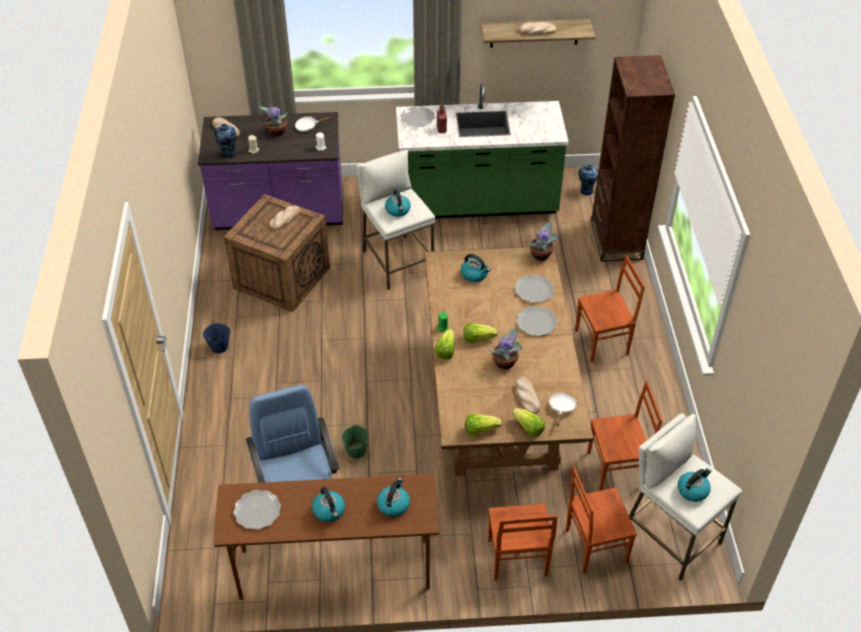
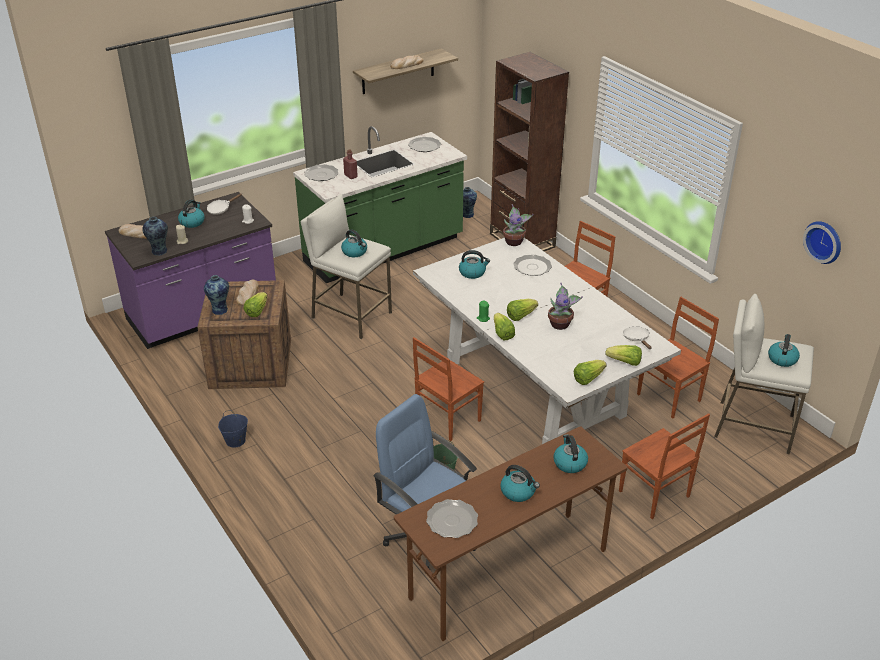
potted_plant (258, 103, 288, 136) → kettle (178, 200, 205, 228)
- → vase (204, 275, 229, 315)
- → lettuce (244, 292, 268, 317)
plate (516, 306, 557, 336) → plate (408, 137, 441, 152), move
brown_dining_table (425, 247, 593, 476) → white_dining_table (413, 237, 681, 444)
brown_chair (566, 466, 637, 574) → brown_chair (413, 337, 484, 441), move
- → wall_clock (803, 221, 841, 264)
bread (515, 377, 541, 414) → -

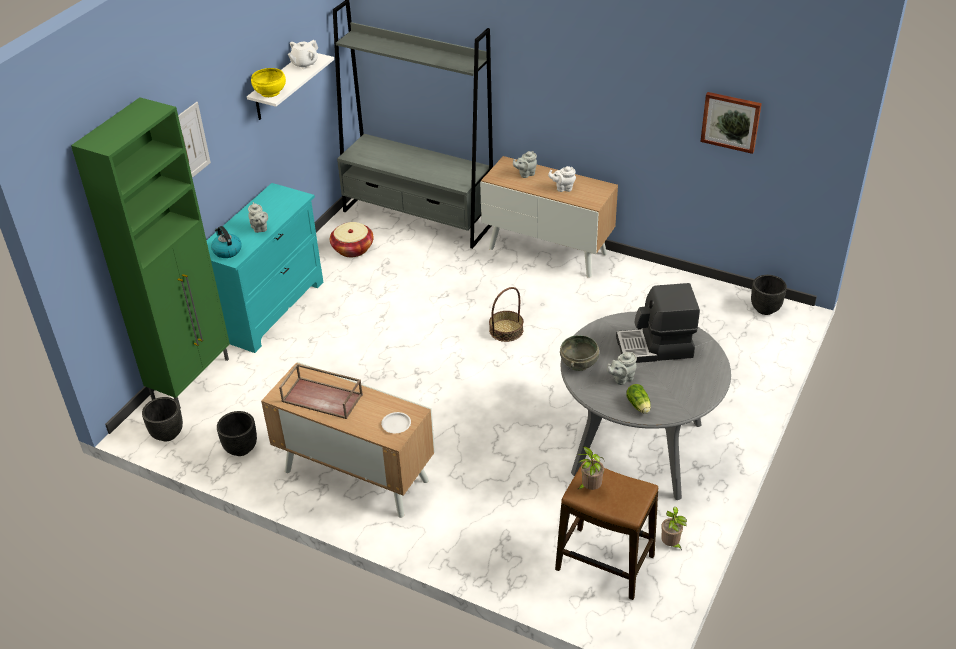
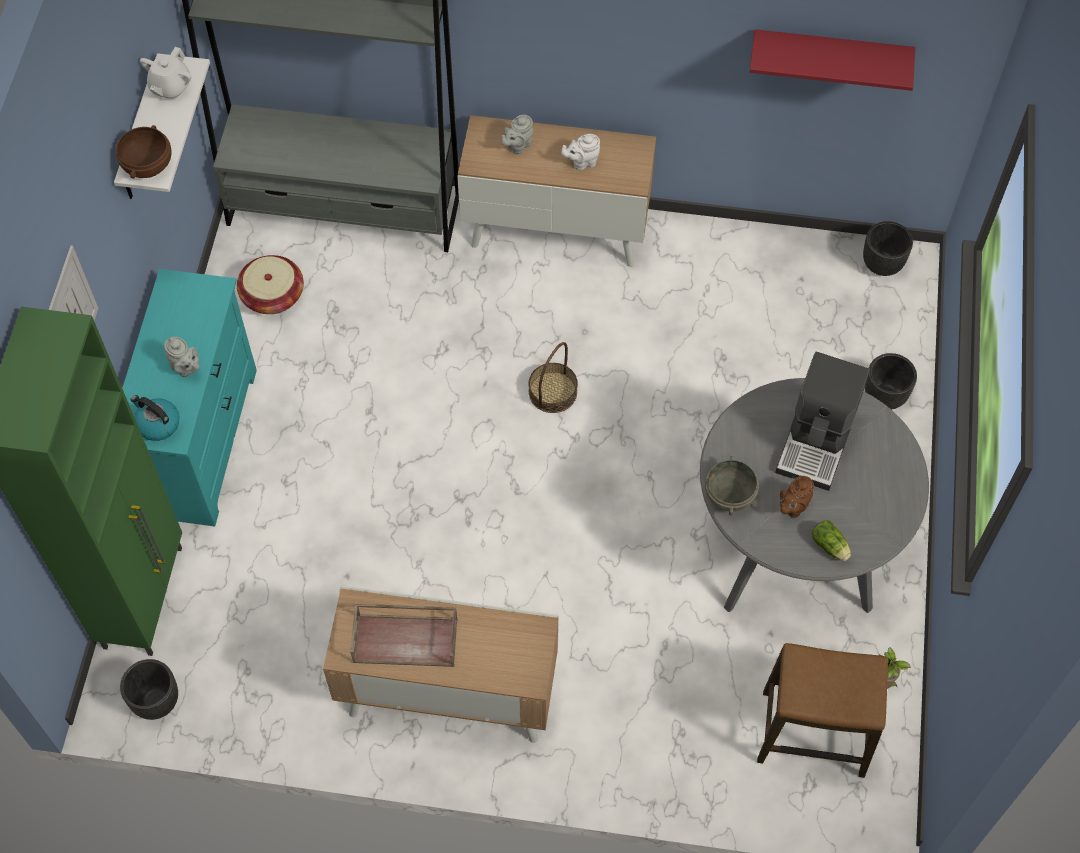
yellow_bowl (251, 68, 286, 97) → brown_bowl (116, 125, 172, 179)
picture (700, 92, 762, 154) → red_shelf (750, 29, 915, 91)
coffee_machine (616, 283, 700, 363) → coffee_machine (775, 352, 870, 491), 45 degrees counterclockwise
grey_teapot (607, 352, 637, 385) → brown_teapot (780, 476, 814, 518)
black_planter (217, 411, 257, 456) → black_planter (865, 353, 917, 410), move
white_plate (381, 412, 411, 433) → -
potted_plant (577, 446, 604, 490) → -

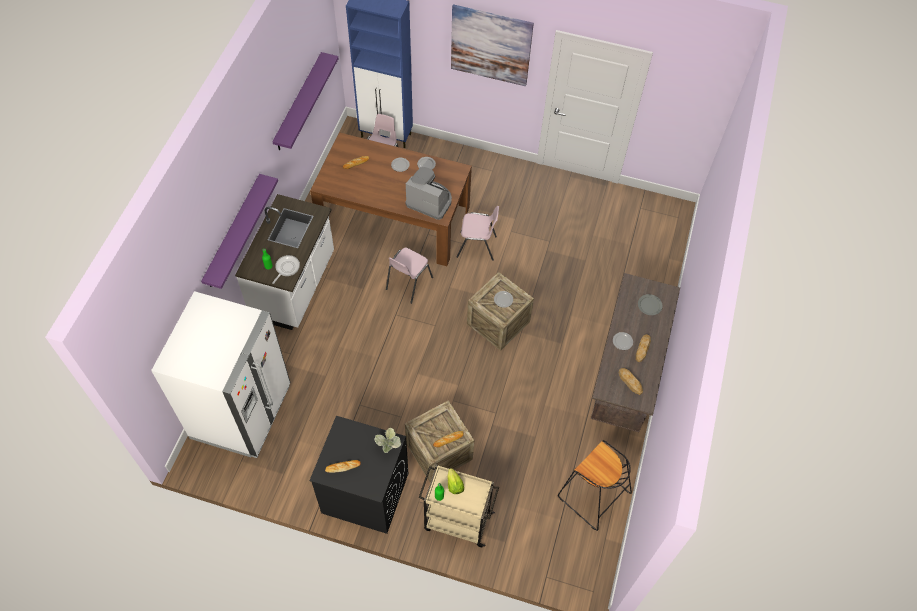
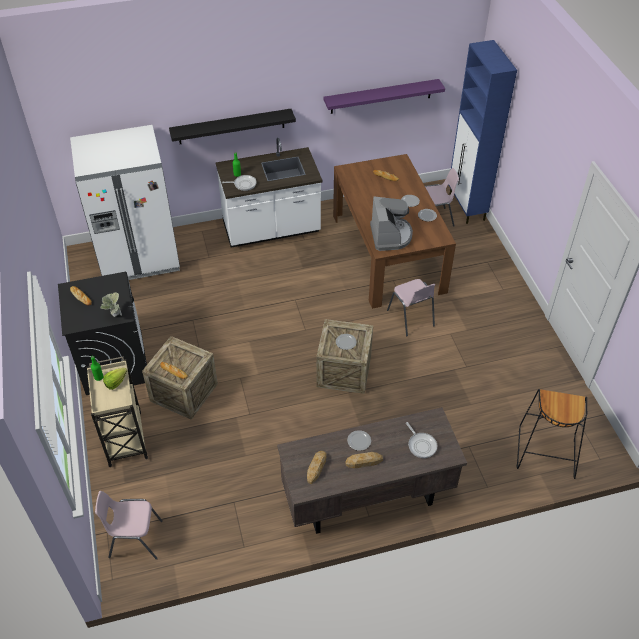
pink_chair (386, 248, 433, 304) → pink_chair (95, 491, 163, 560), move
purple_shelf (201, 174, 278, 289) → black_shelf (169, 109, 296, 144)
grey_plate (638, 294, 663, 315) → frying_pan (406, 422, 437, 458)
black_stool (558, 440, 632, 531) → black_stool (517, 389, 587, 479), move
picture (451, 4, 534, 86) → -

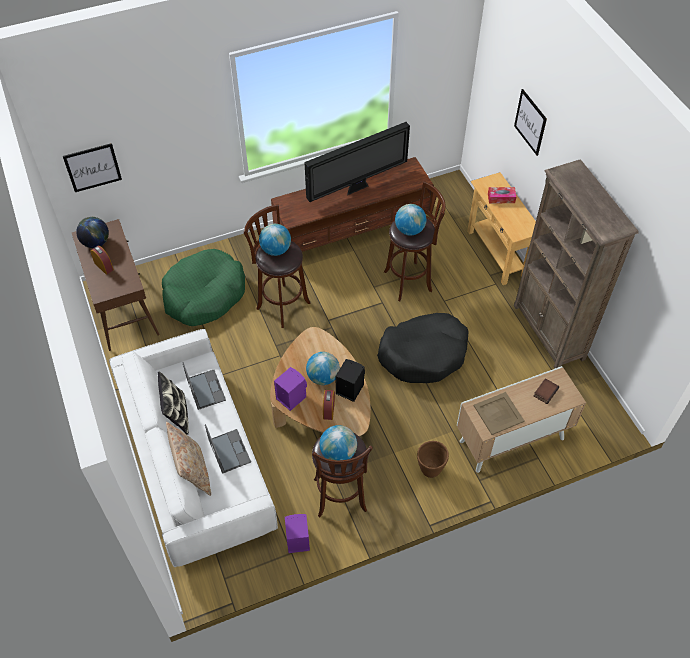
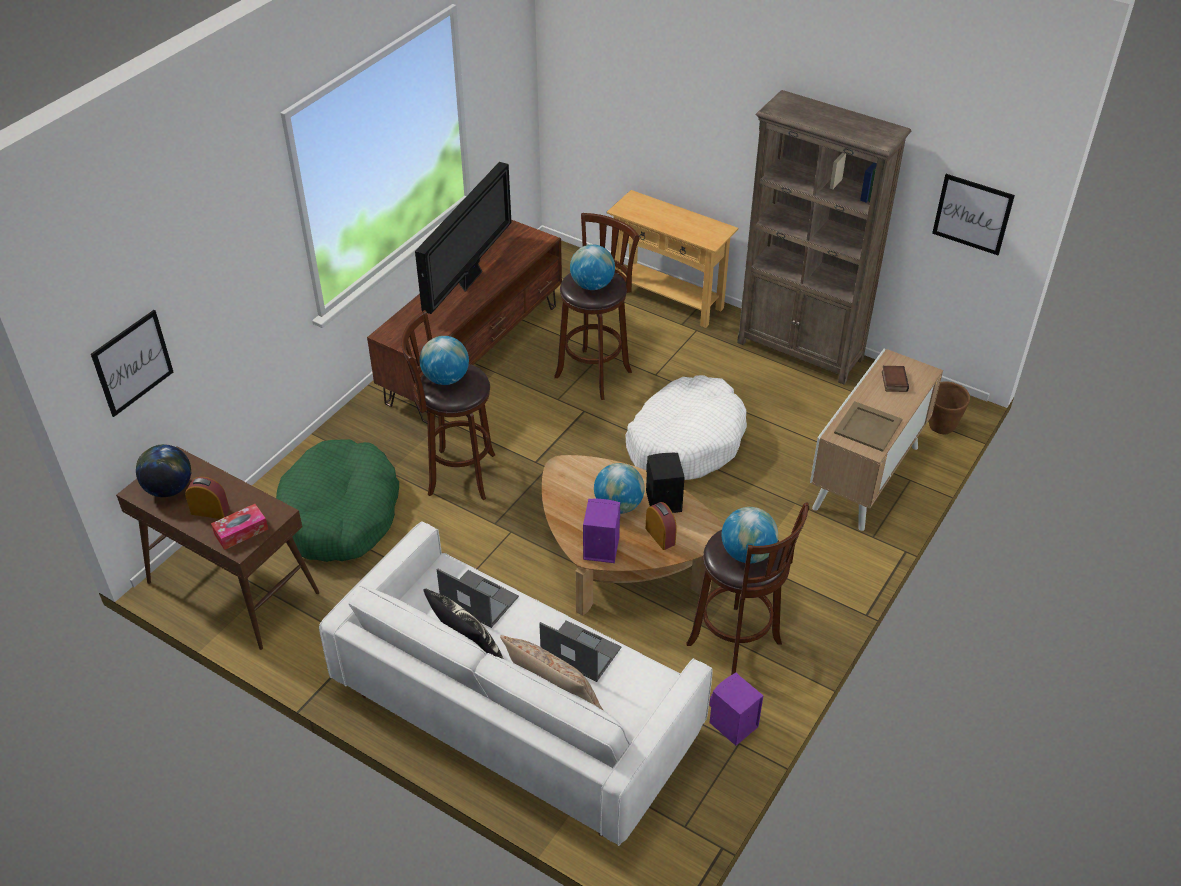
tissue_box (488, 187, 516, 203) → tissue_box (211, 504, 268, 550), move
black_dog_bed (377, 313, 468, 383) → white_dog_bed (625, 375, 747, 480)
brown_planter (417, 441, 449, 478) → brown_planter (928, 381, 970, 434), move
picture (514, 89, 547, 156) → picture (932, 174, 1015, 255), move

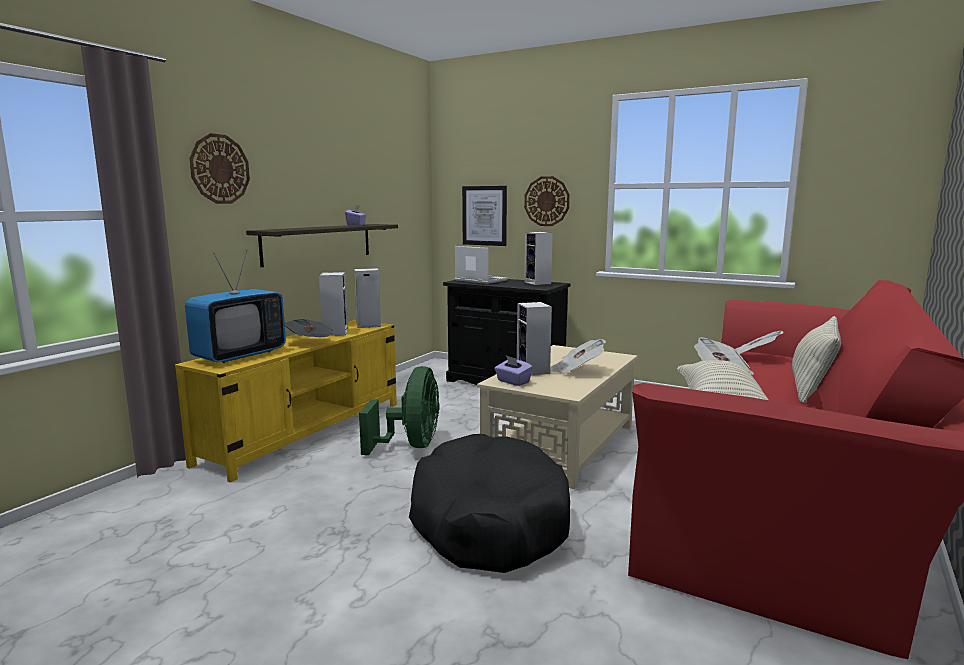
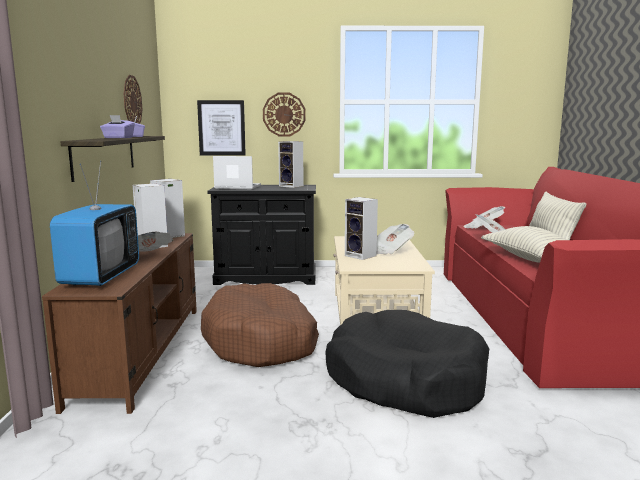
yellow_tv_stand (175, 320, 397, 482) → brown_tv_stand (42, 233, 197, 414)
purple_tissue_box (494, 356, 533, 386) → purple_tissue_box (100, 115, 135, 138), move
wall_clock (189, 133, 250, 204) → wall_clock (124, 75, 142, 124), move
green_fan (359, 366, 439, 455) → brown_dog_bed (201, 283, 319, 367)

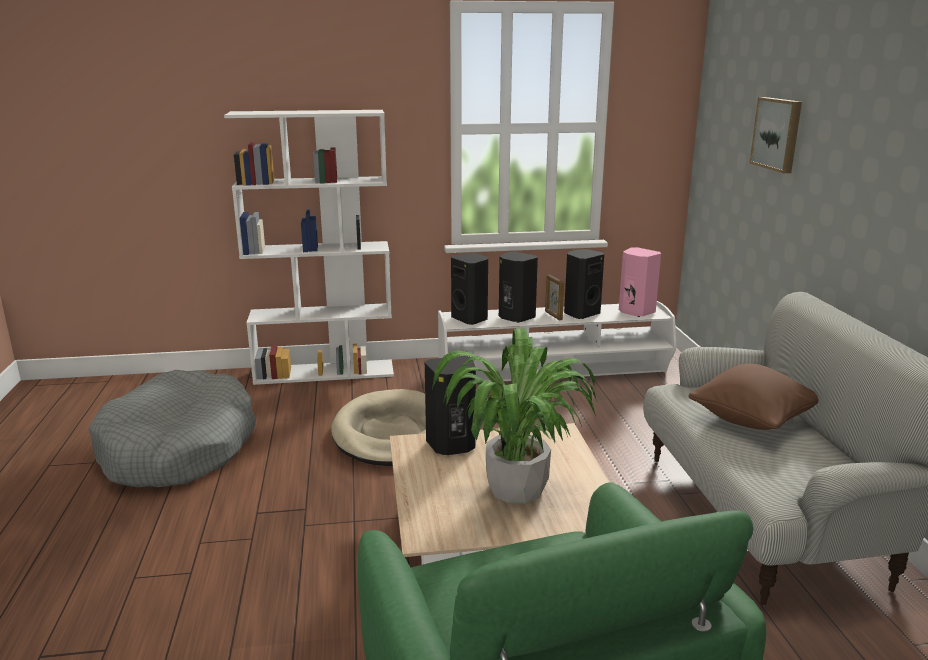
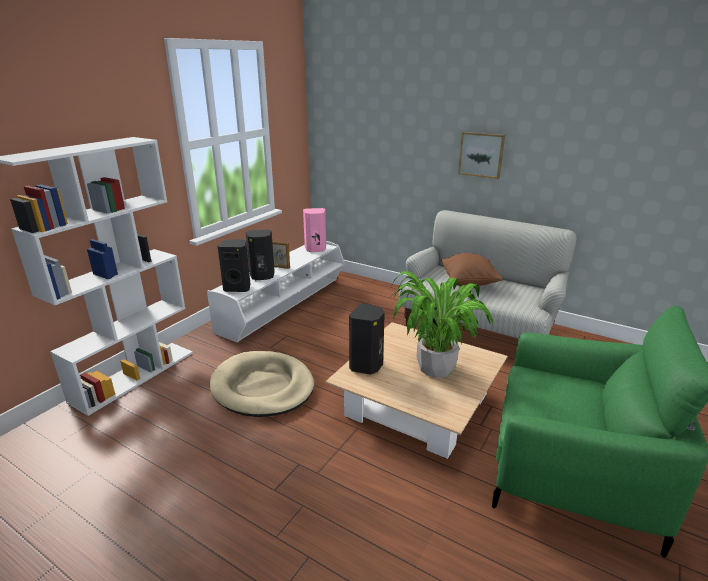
picture (750, 97, 802, 173) → picture (458, 132, 505, 179), move
grey_dog_bed (89, 370, 255, 487) → -
black_speaker (564, 249, 604, 319) → -

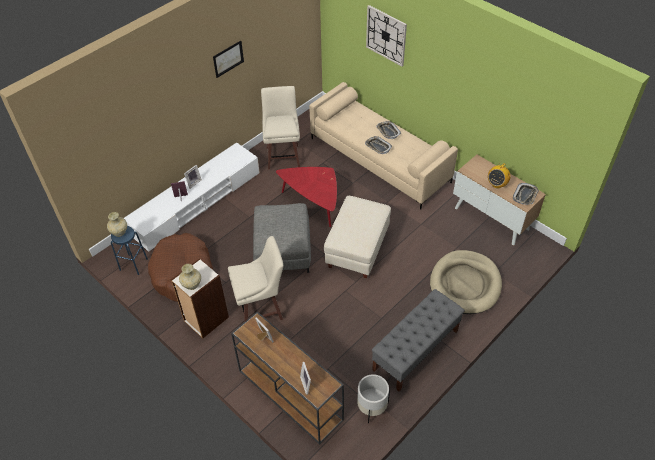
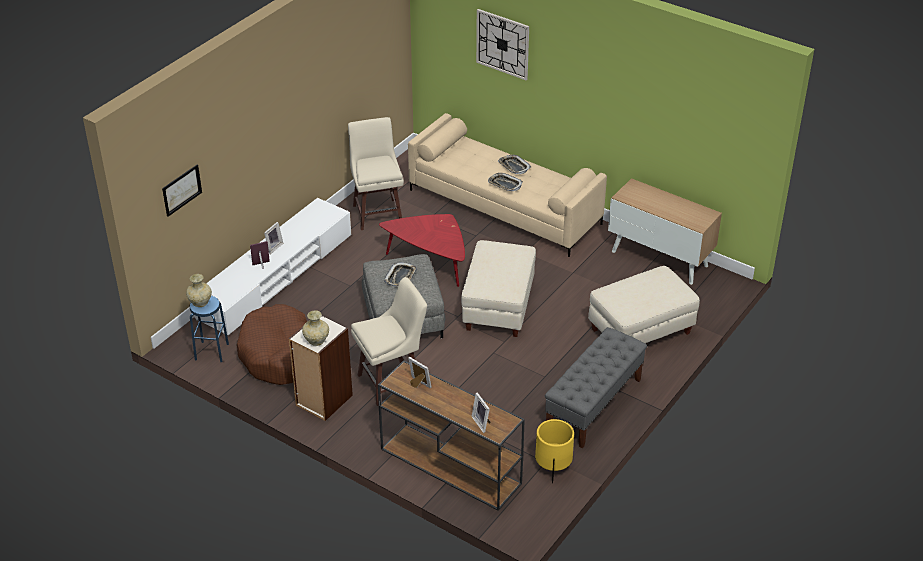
picture (213, 41, 244, 78) → picture (162, 164, 202, 217), move
tray (513, 183, 539, 205) → tray (384, 262, 417, 287), move
white_planter (357, 374, 390, 423) → yellow_planter (535, 419, 574, 483)
beige_dog_bed (430, 250, 502, 314) → beige_ottoman (588, 266, 700, 343)
radio (488, 163, 511, 189) → -

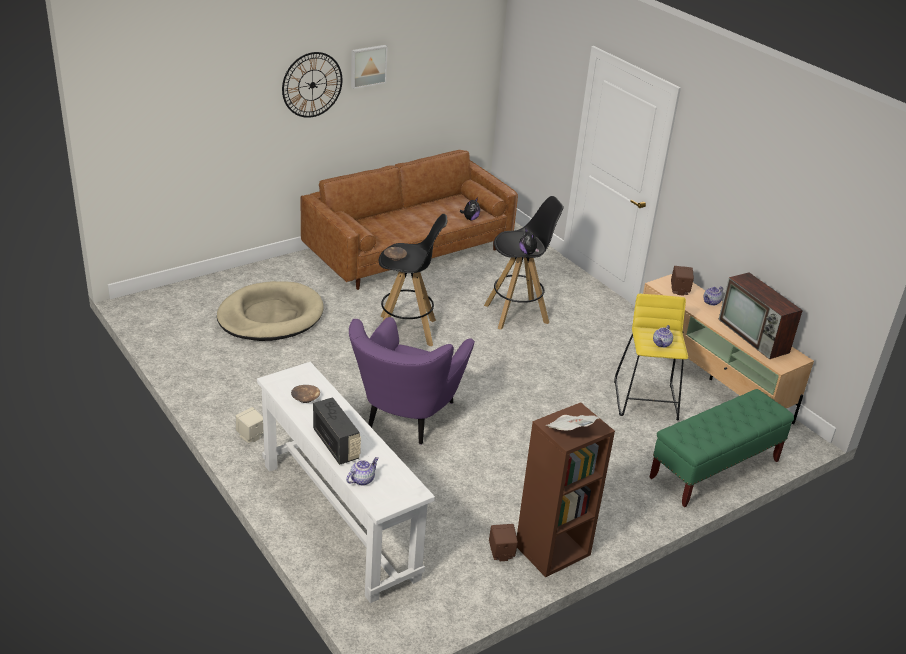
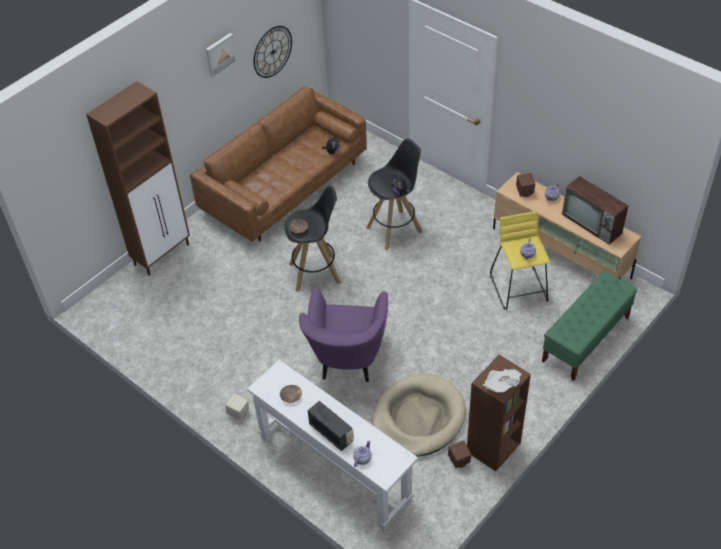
- → brown_cabinet (86, 81, 190, 276)
wall_clock (282, 52, 342, 118) → wall_clock (253, 26, 292, 78), move
beige_dog_bed (217, 281, 324, 341) → beige_dog_bed (372, 374, 466, 457), move

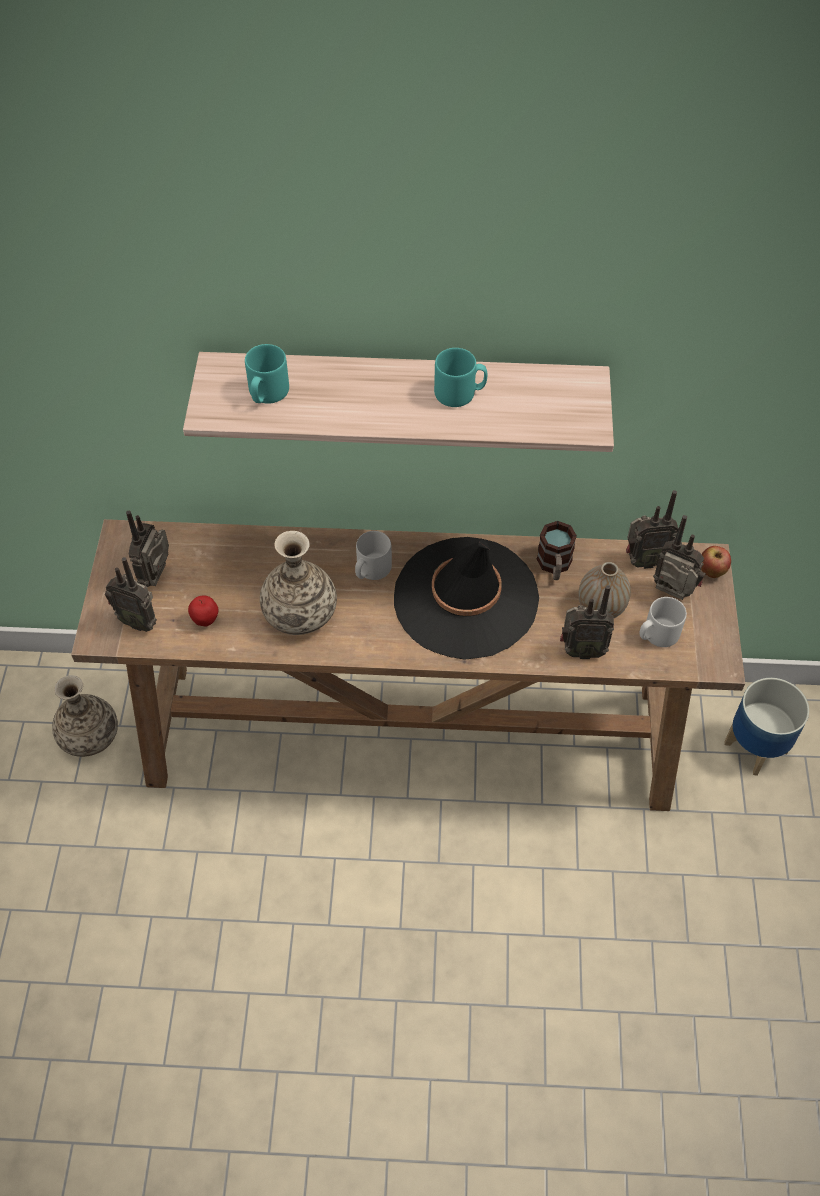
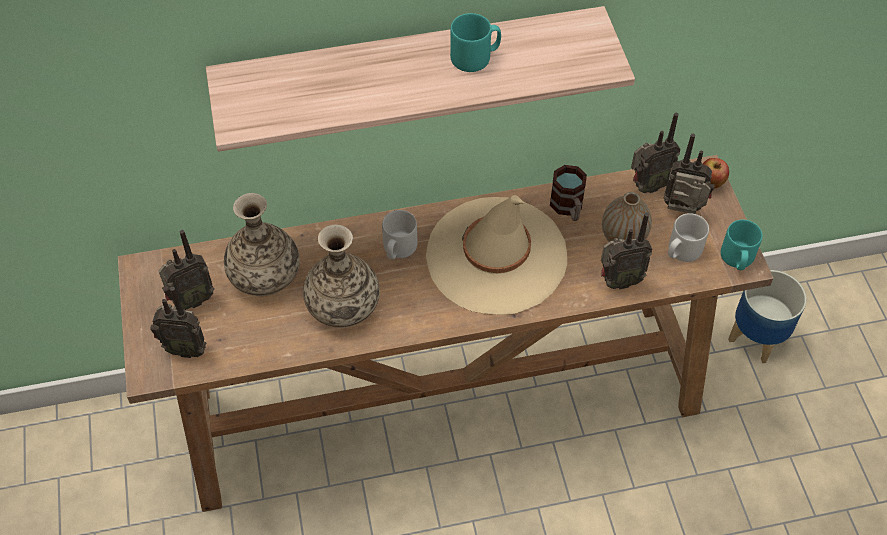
radio (126, 511, 169, 587) → radio (159, 230, 214, 310), 120 degrees counterclockwise
vase (52, 675, 118, 757) → vase (224, 193, 300, 296), move
black_hat (394, 537, 539, 660) → beige_hat (426, 195, 567, 315)
turquoise_mug (245, 344, 289, 404) → turquoise_mug (721, 220, 763, 270), move
apple (188, 596, 218, 626) → -

